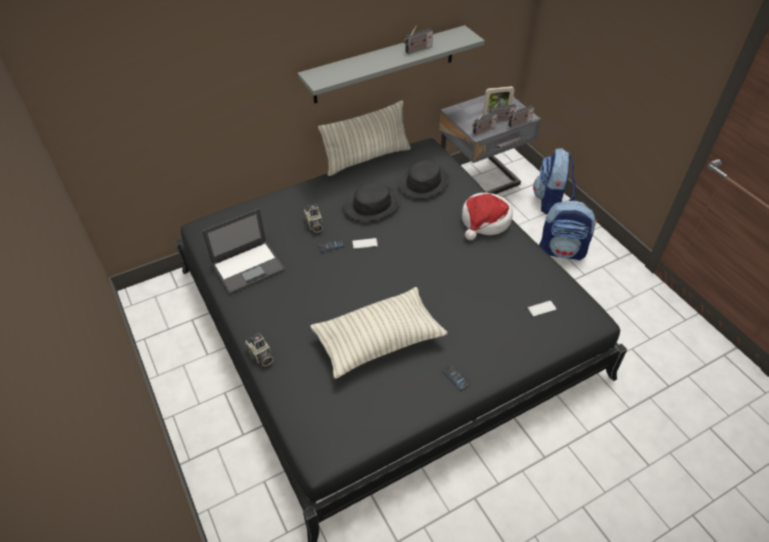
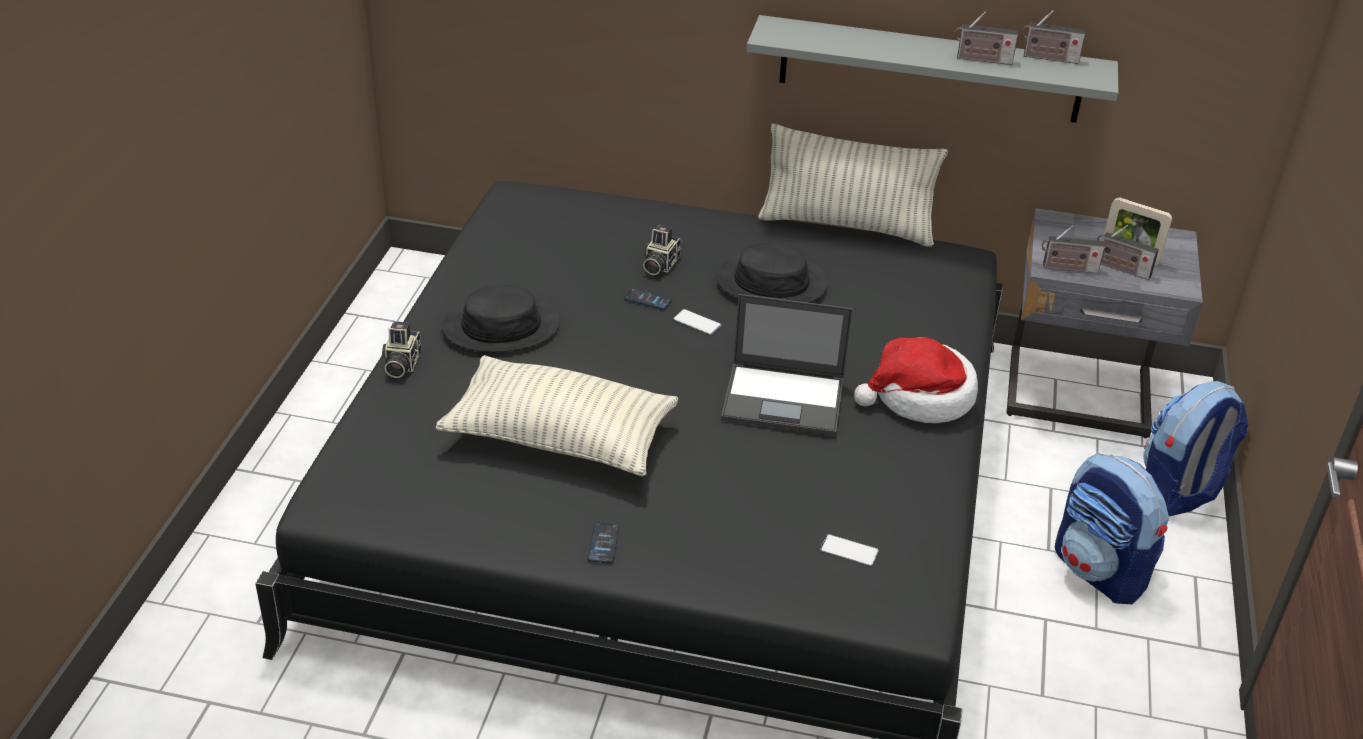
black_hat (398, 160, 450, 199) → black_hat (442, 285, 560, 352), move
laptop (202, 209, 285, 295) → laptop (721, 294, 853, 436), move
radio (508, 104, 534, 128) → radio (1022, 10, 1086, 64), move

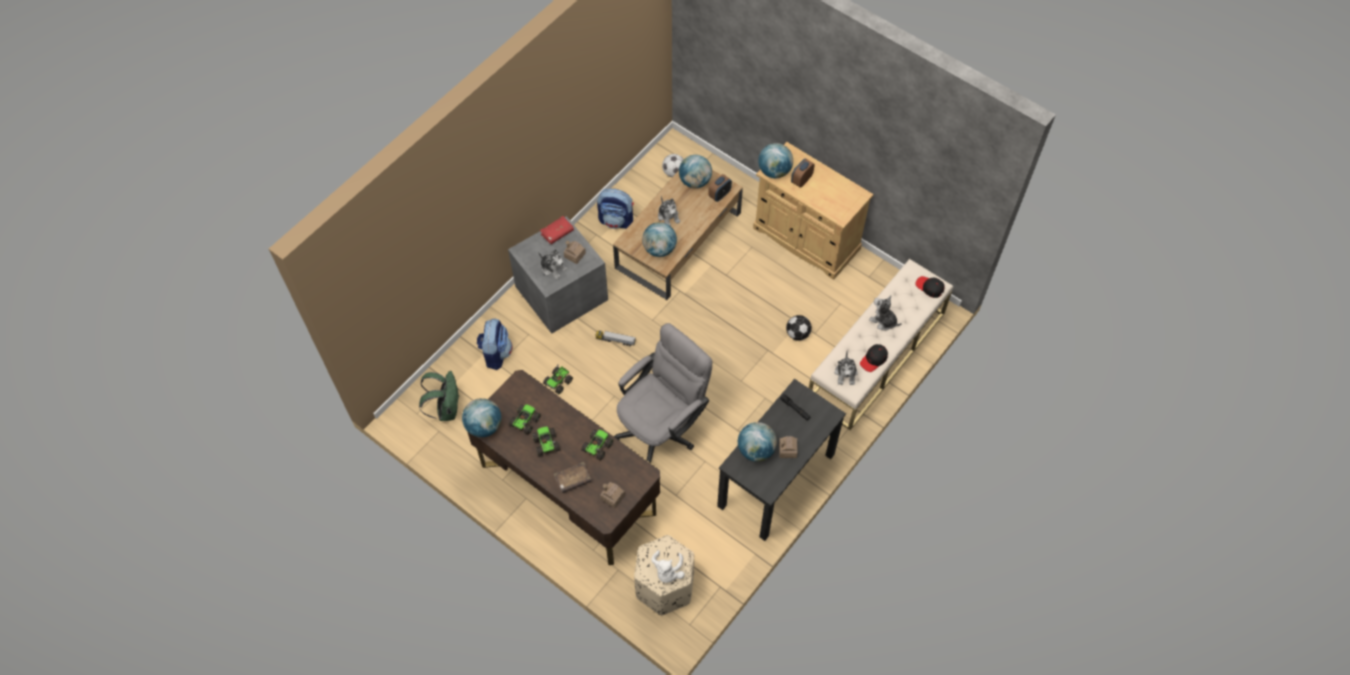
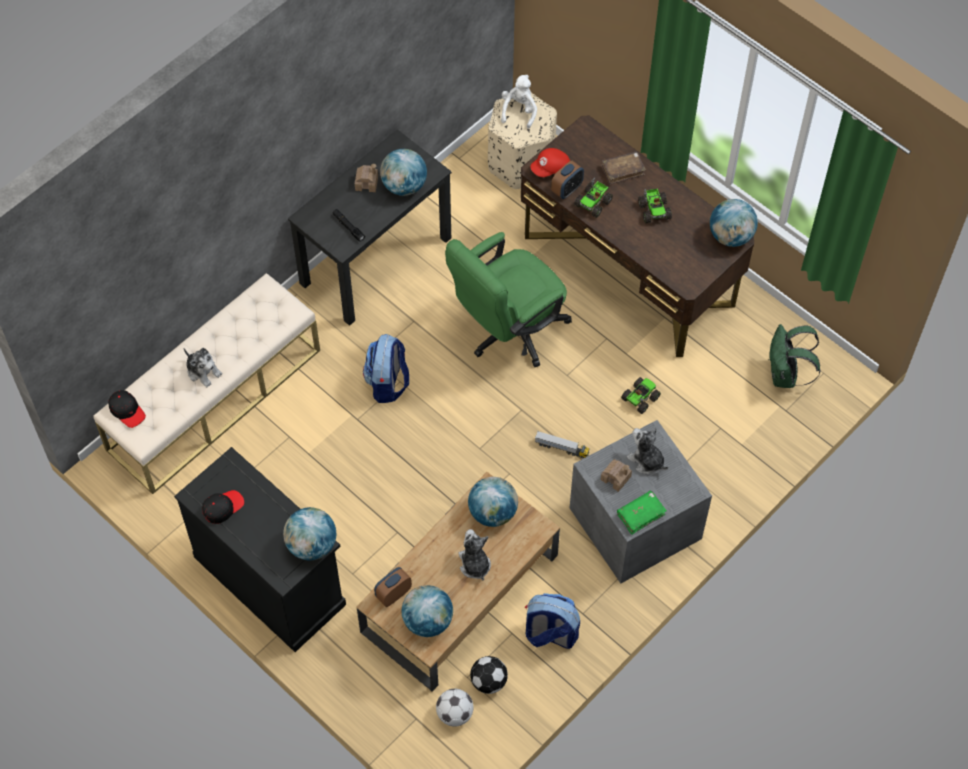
beige_cabinet (753, 142, 874, 280) → black_cabinet (174, 447, 346, 652)
black_cap (860, 344, 888, 372) → black_cap (202, 490, 244, 524), move
backpack (477, 319, 512, 370) → backpack (363, 334, 409, 403), move
grey_office_chair (613, 323, 712, 463) → green_office_chair (445, 232, 572, 367)
football (786, 315, 812, 341) → football (470, 656, 508, 694), move
- → red_cap (530, 148, 570, 177)
alarm_clock (791, 158, 815, 188) → alarm_clock (551, 161, 584, 199), move
red_book (540, 216, 574, 244) → green_book (617, 491, 667, 535)
toy_truck (509, 404, 541, 435) → -
toy_house (600, 482, 625, 508) → -
plush_toy (835, 351, 858, 385) → -

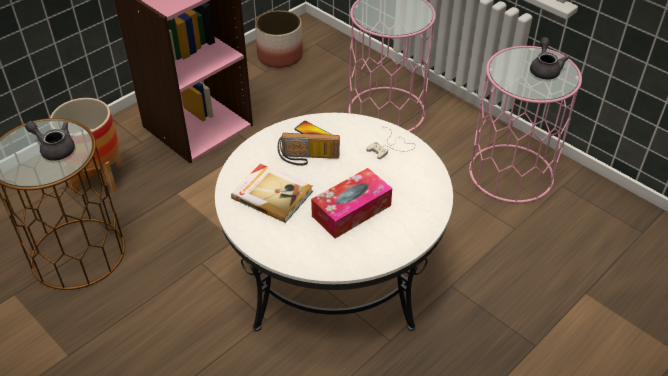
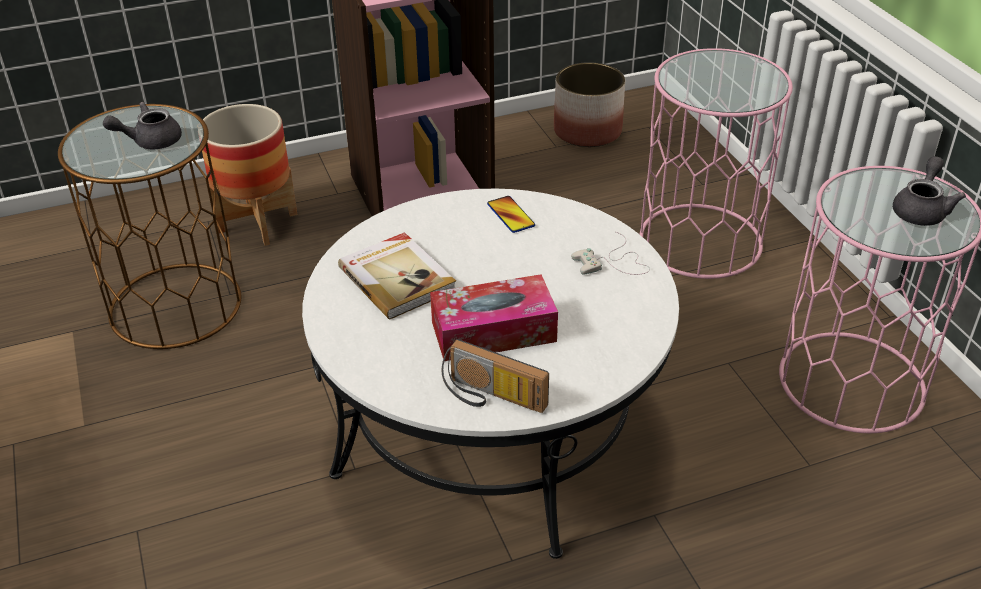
grey_teapot (25, 121, 75, 161) → grey_teapot (103, 102, 182, 150), 75 degrees counterclockwise
radio (278, 133, 340, 166) → radio (442, 339, 549, 413), move

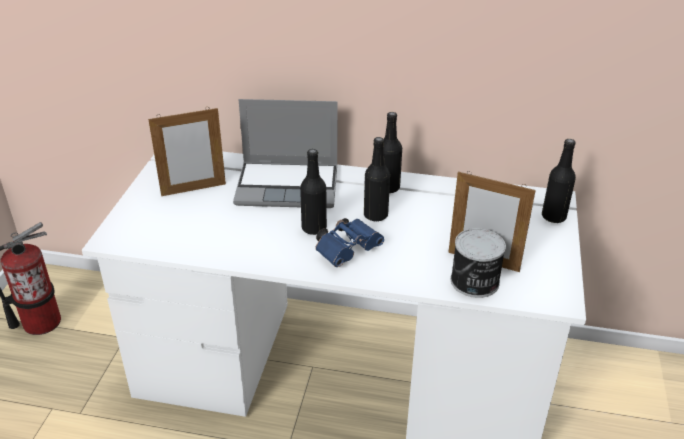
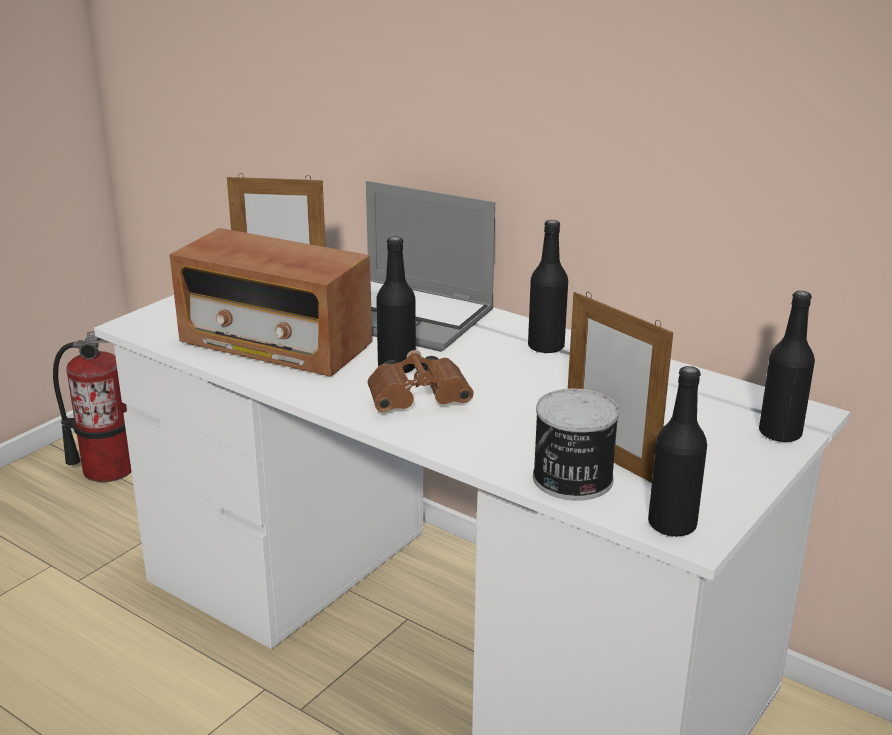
- → radio (169, 228, 372, 377)
blue_binoculars (315, 218, 384, 267) → brown_binoculars (367, 350, 474, 412)
black_bottle (364, 137, 390, 221) → black_bottle (648, 366, 707, 537), move

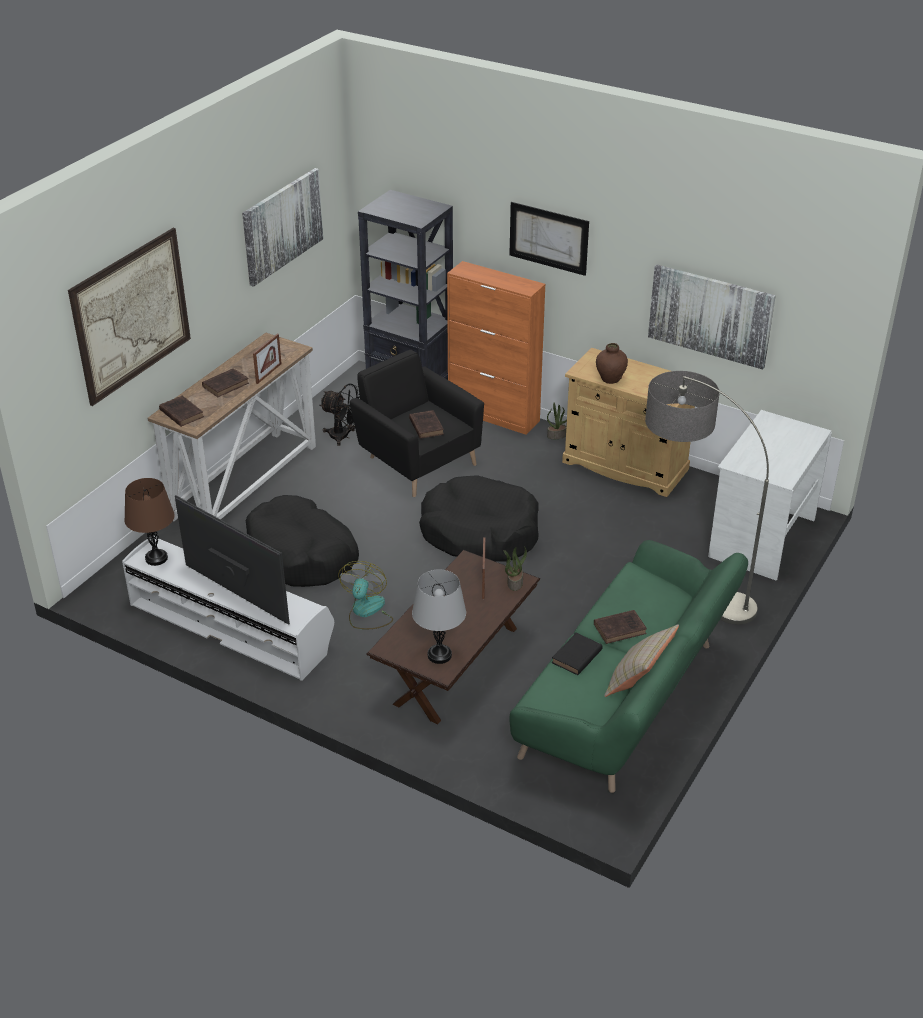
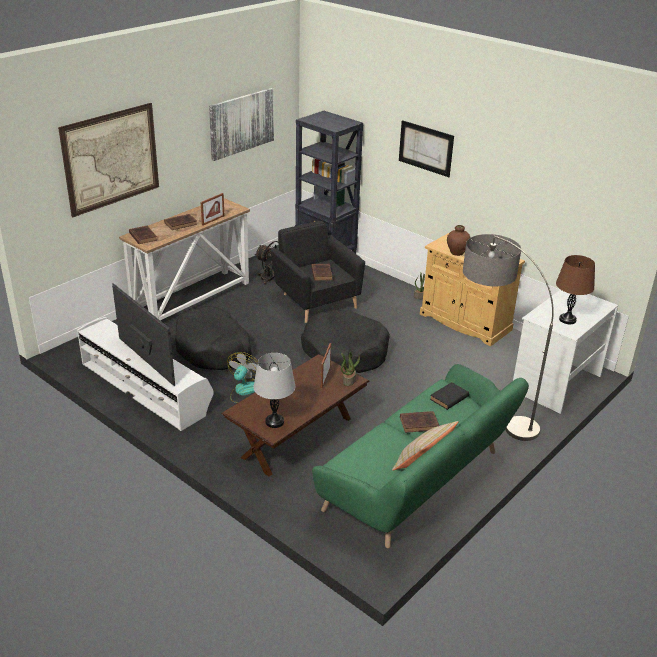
black_book (552, 633, 603, 675) → black_book (430, 382, 469, 410), move
brown_table_lamp (124, 478, 175, 566) → brown_table_lamp (556, 255, 595, 324), move
orange_cabinet (447, 261, 545, 435) → -
picture (648, 265, 776, 370) → -

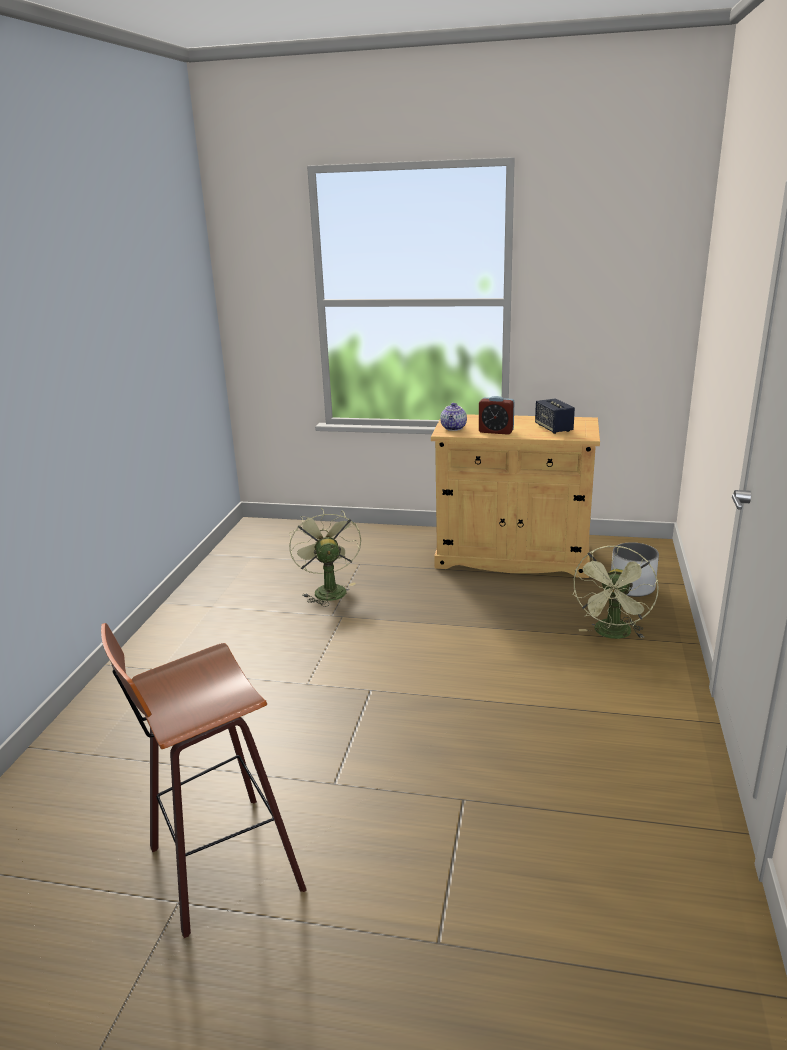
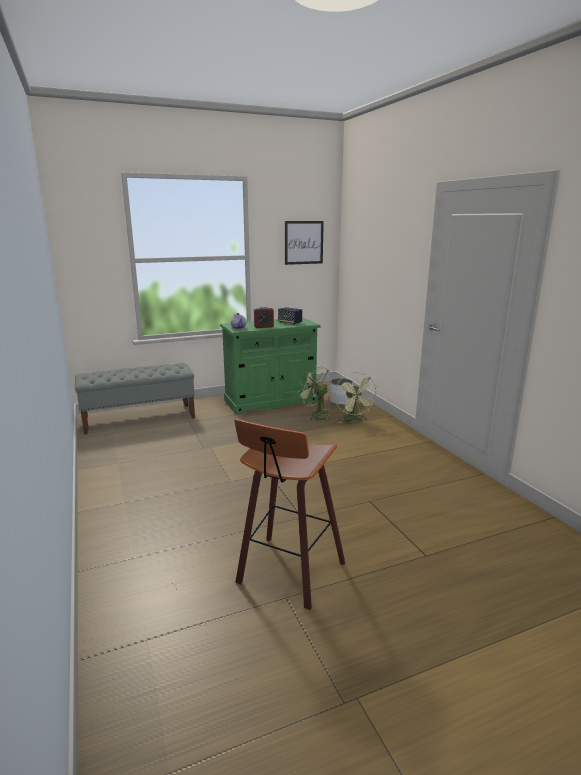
- → grey_bench (75, 363, 195, 435)
beige_cabinet (431, 414, 600, 578) → green_cabinet (220, 317, 321, 414)
- → picture (285, 221, 324, 265)
green_fan (289, 508, 361, 607) → green_fan (297, 366, 330, 421), move

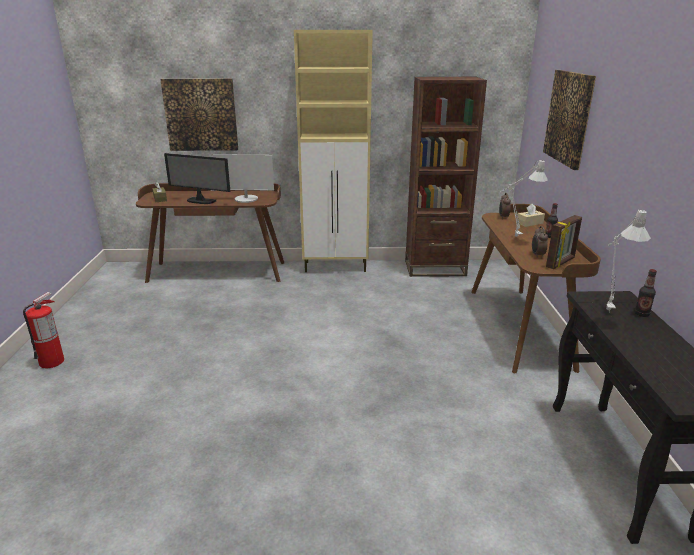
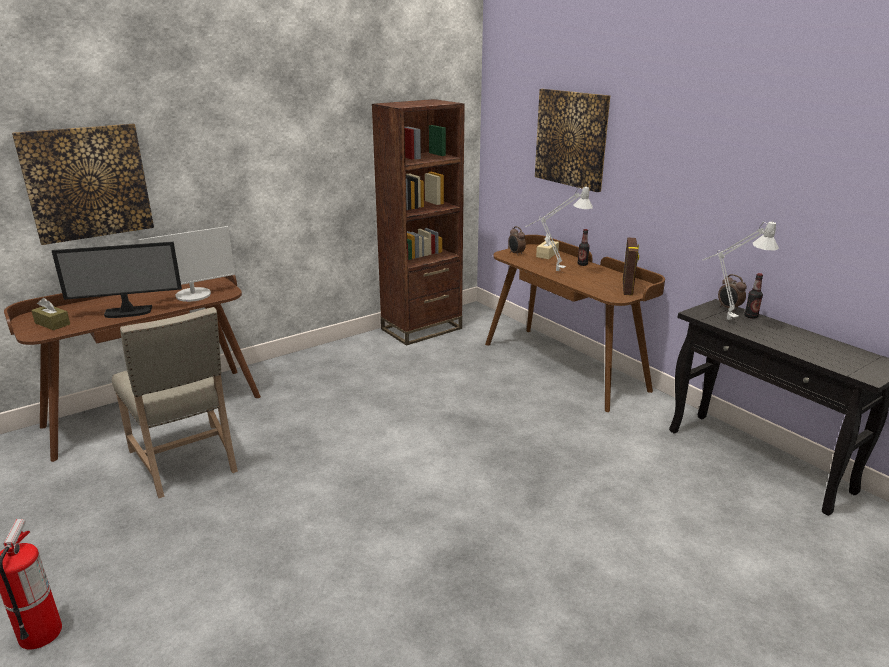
- → beige_chair (112, 307, 238, 498)
alarm_clock (532, 226, 548, 258) → alarm_clock (718, 274, 747, 309), move
beige_cabinet (294, 30, 373, 272) → -

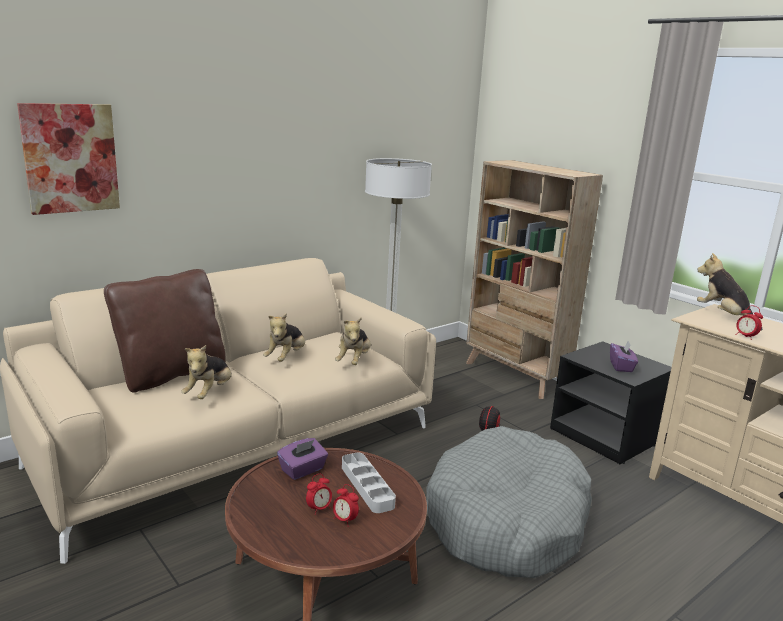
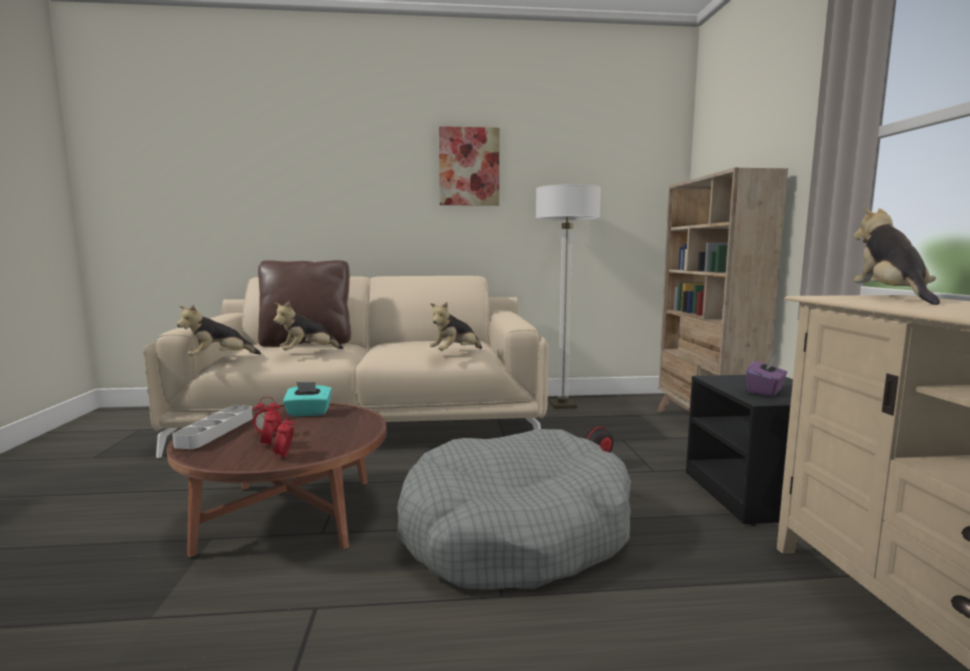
grey_tray (342, 453, 396, 513) → grey_tray (172, 405, 253, 449), move
plush_toy (263, 313, 305, 362) → plush_toy (177, 304, 261, 356), move
alarm_clock (735, 306, 763, 340) → alarm_clock (273, 415, 295, 461), move
purple_tissue_box (277, 438, 328, 480) → turquoise_tissue_box (283, 382, 332, 417)
picture (17, 103, 120, 215) → picture (439, 126, 499, 206), move

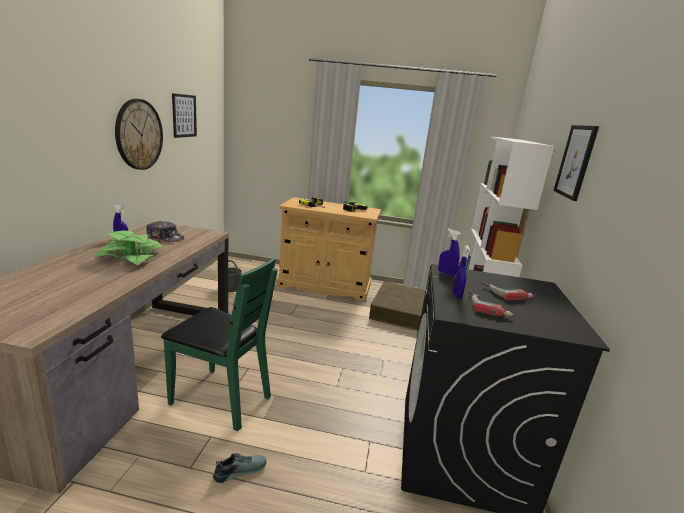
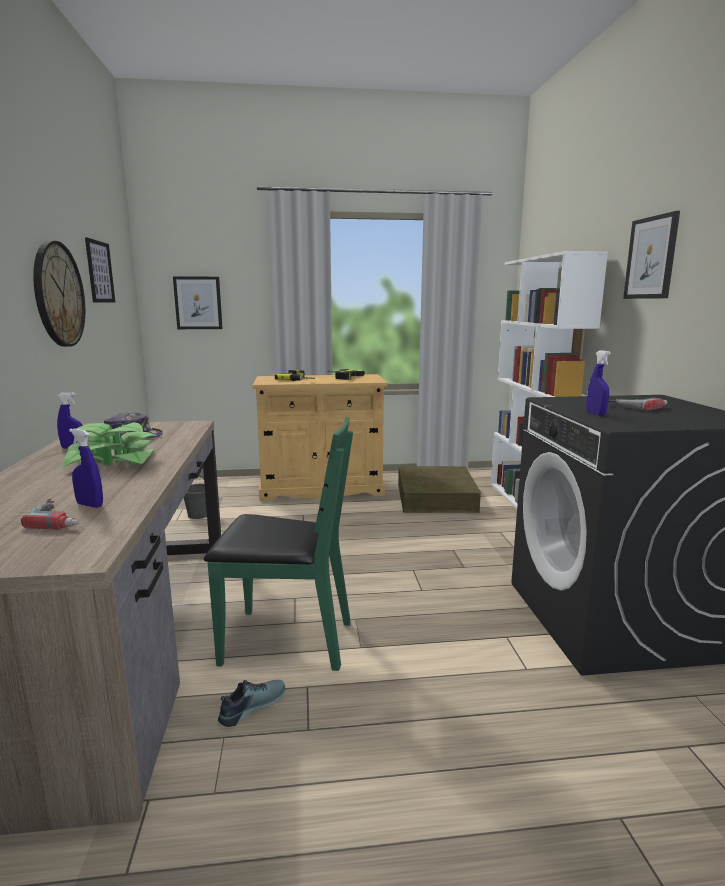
power_drill (468, 290, 513, 317) → power_drill (21, 499, 79, 529), move
blue_spray_bottle (438, 229, 461, 276) → blue_spray_bottle (69, 429, 103, 508), move
- → picture (173, 276, 223, 329)
shoe (213, 453, 266, 483) → shoe (218, 680, 285, 727), move

